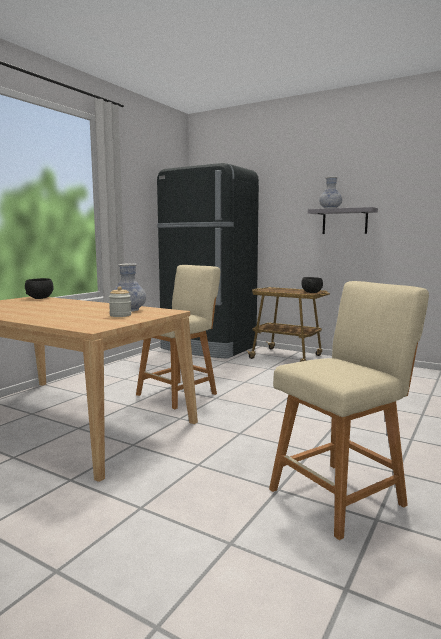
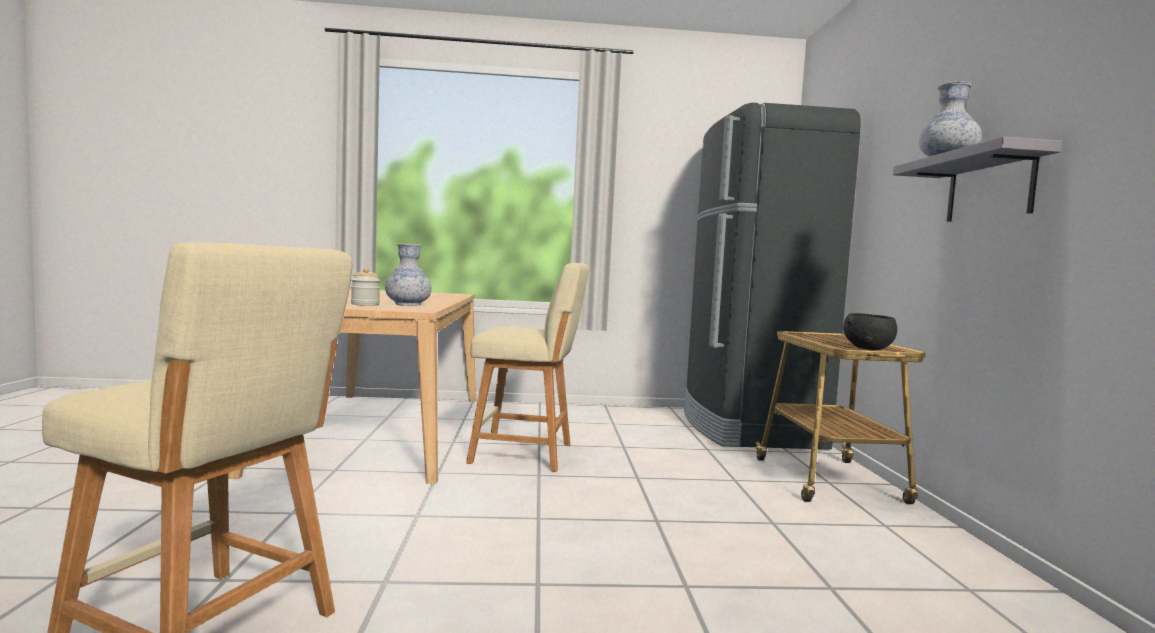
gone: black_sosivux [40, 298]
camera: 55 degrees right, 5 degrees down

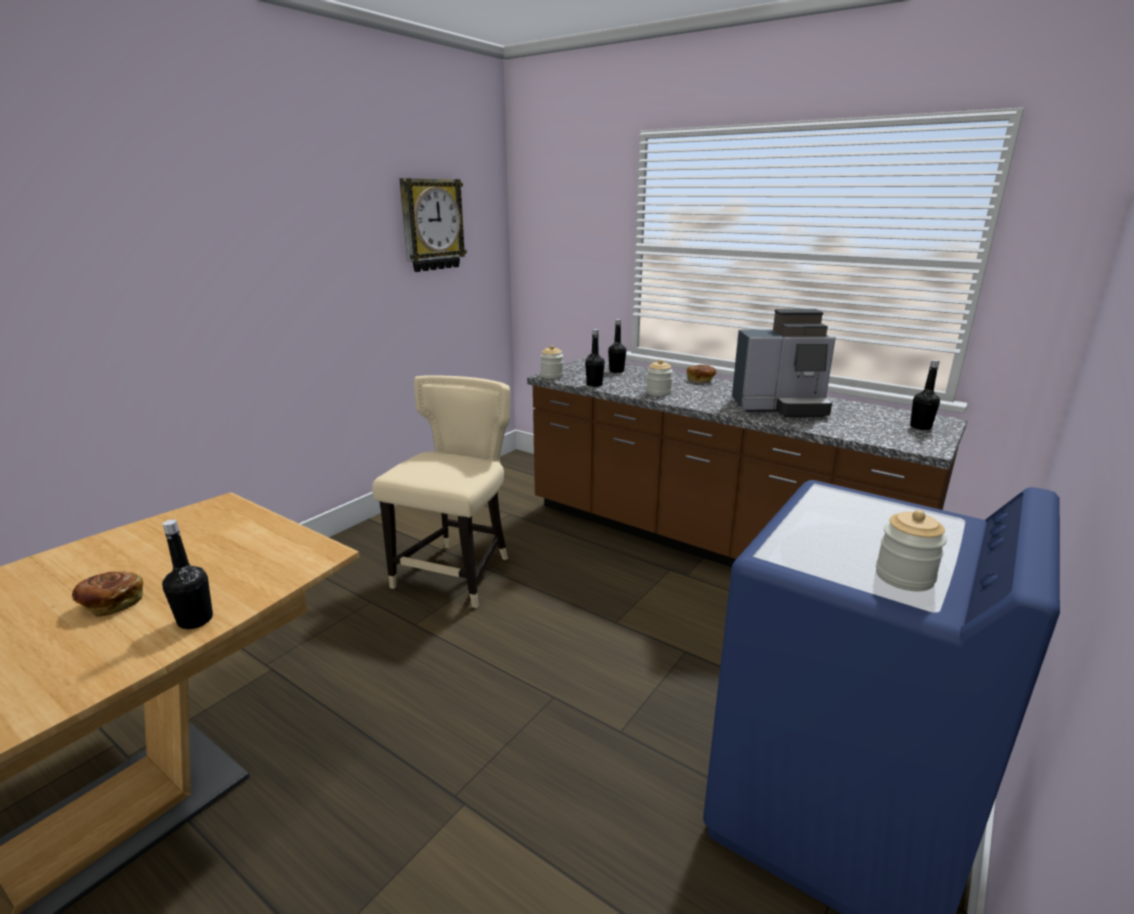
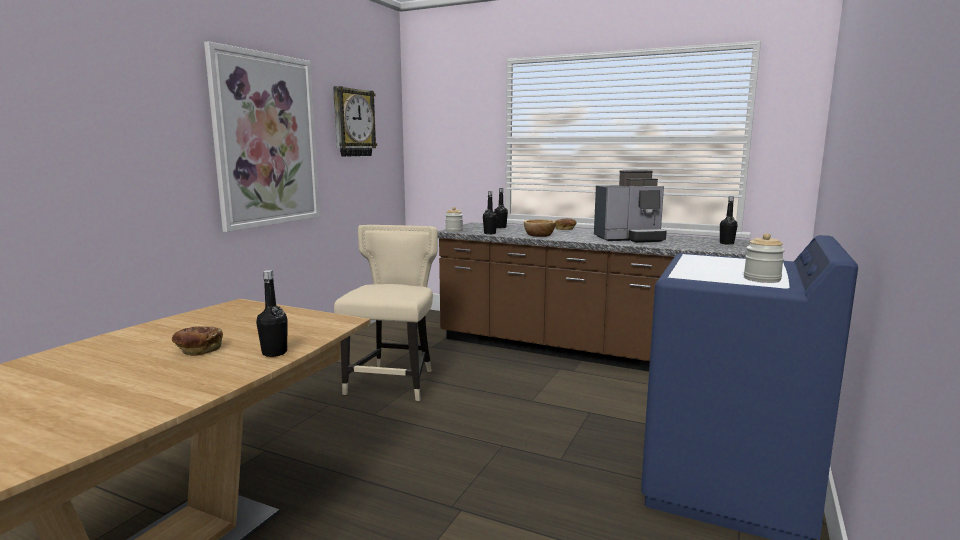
new: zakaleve [266, 140]
swapped: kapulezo [658, 392] to sosivux [539, 235]
camera: 10 degrees left, 10 degrees down

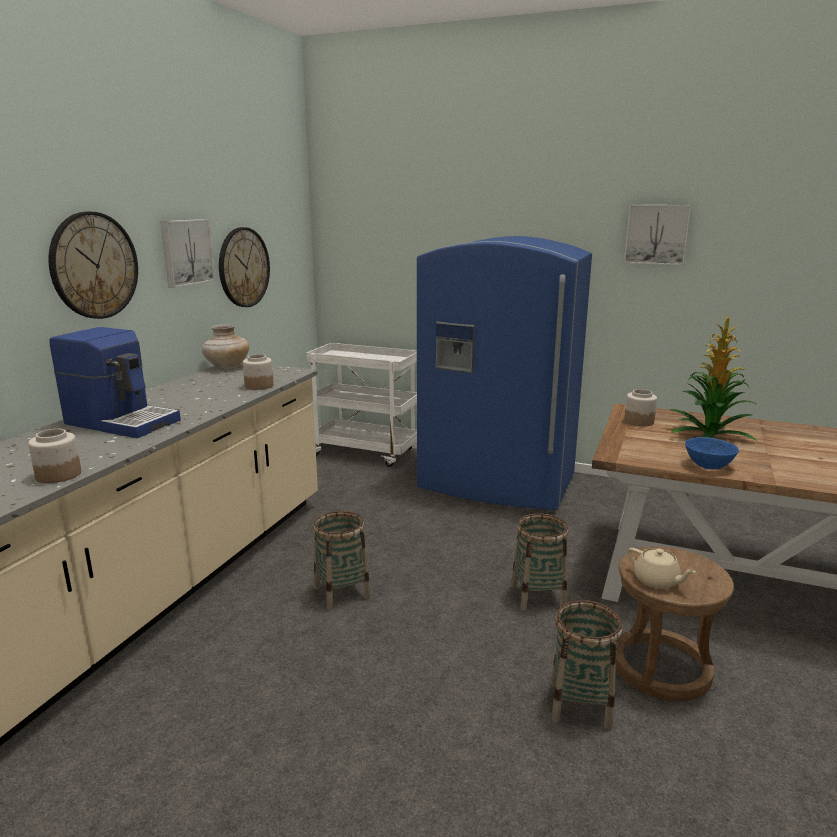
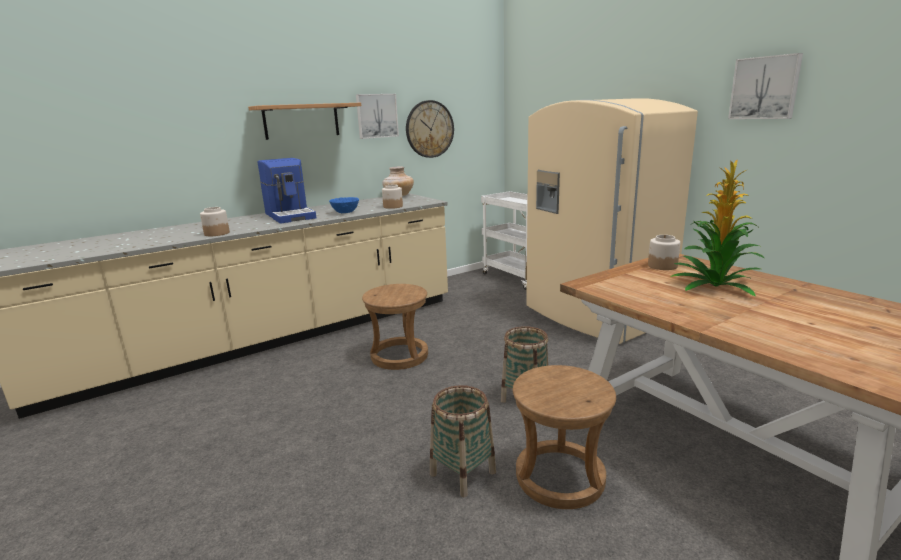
gone: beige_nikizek [657, 581]
shifted: blue_sosivux [708, 466] to [345, 212]
swapped: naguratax [94, 265] to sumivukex [301, 121]; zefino [342, 592] to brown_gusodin [399, 355]
repainted: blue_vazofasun [496, 483] to beige_vazofasun [594, 316]
camera: 35 degrees right, 0 degrees up

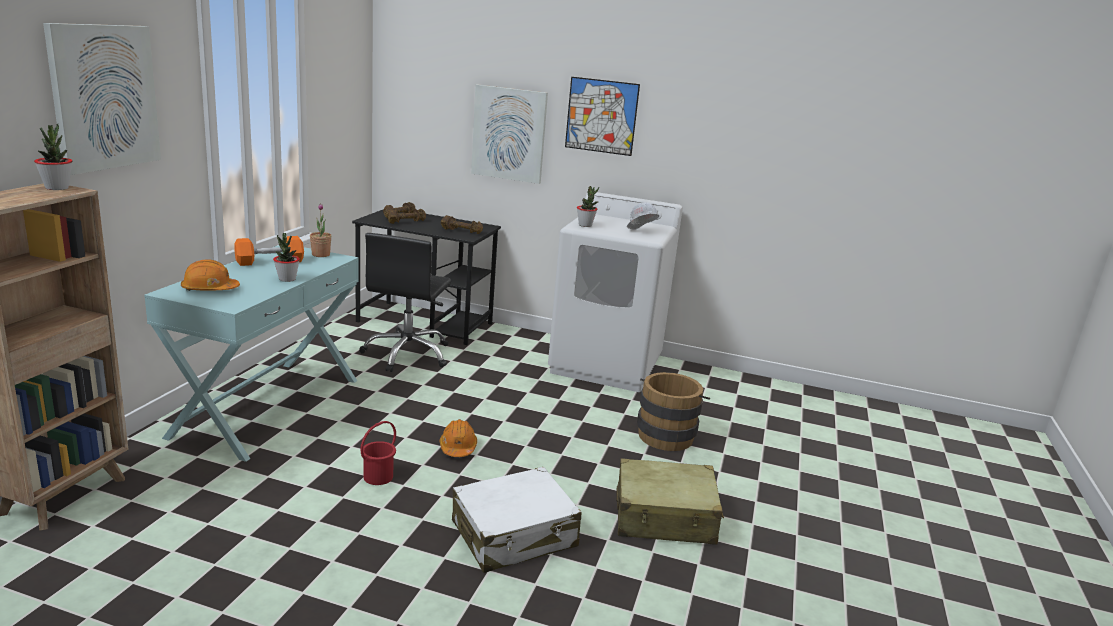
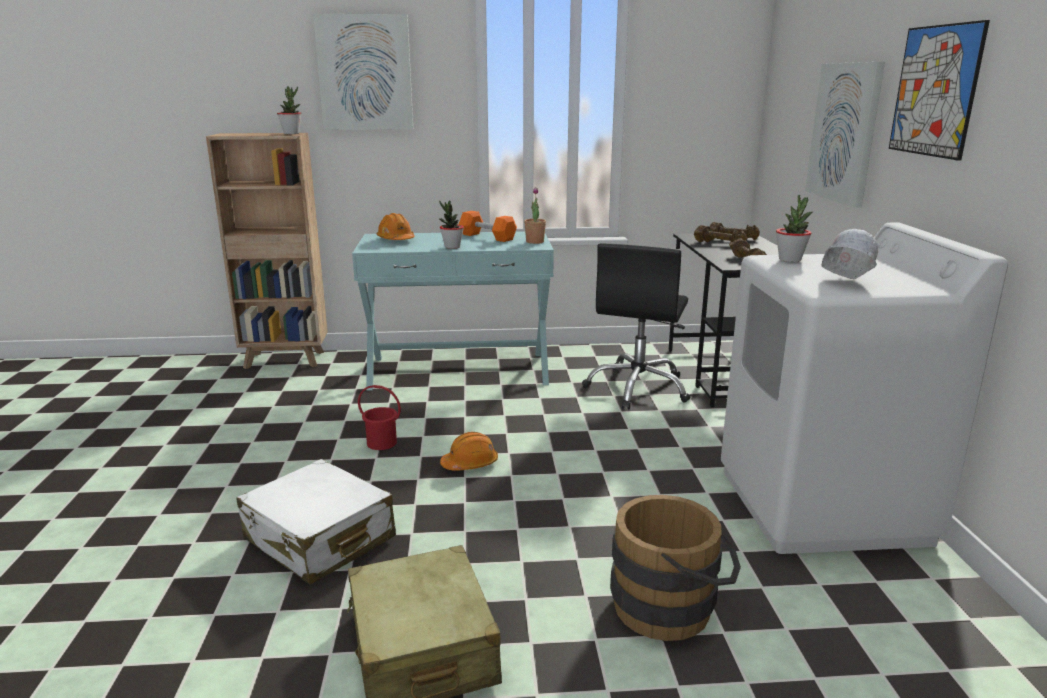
rotated: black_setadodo [407, 354] = [638, 388] 60 degrees counterclockwise
camera: 70 degrees right, 0 degrees up

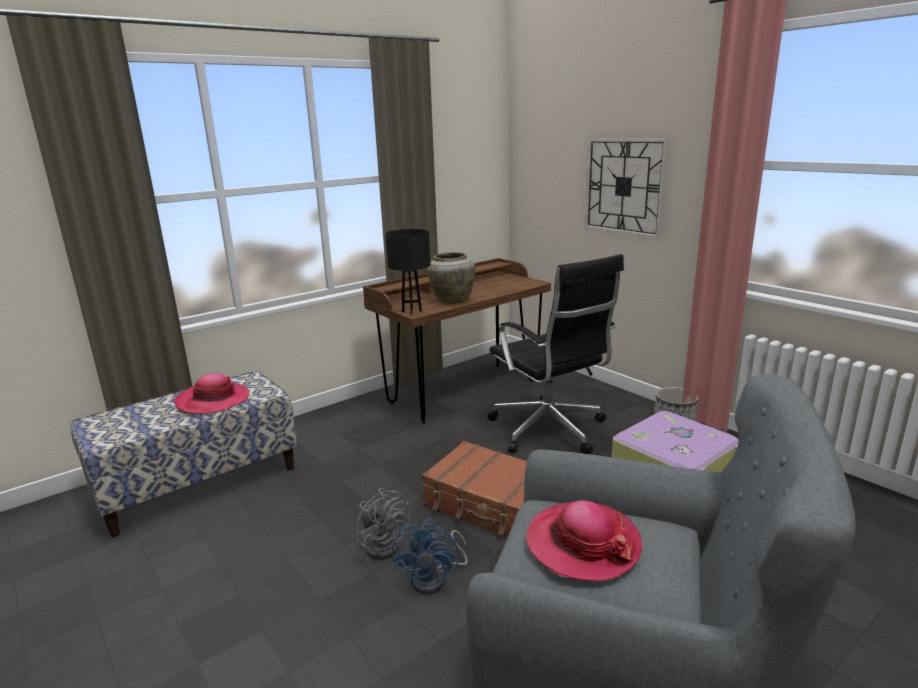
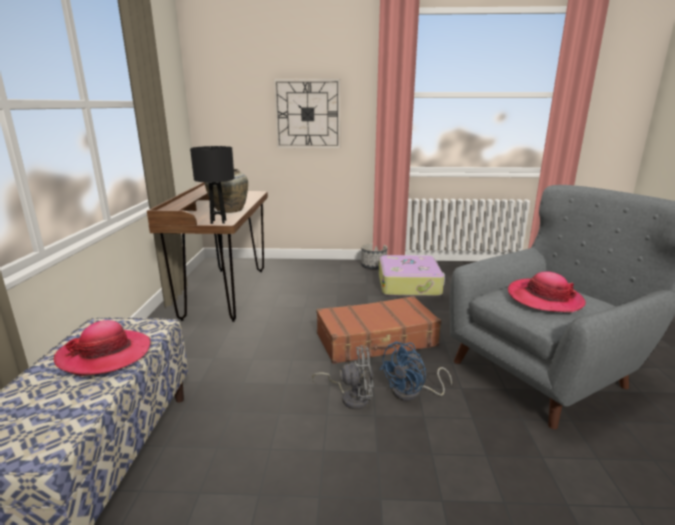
gone: black_setadodo [549, 431]
rotated: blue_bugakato [435, 578] = [412, 393] 90 degrees clockwise
camera: 50 degrees left, 0 degrees up

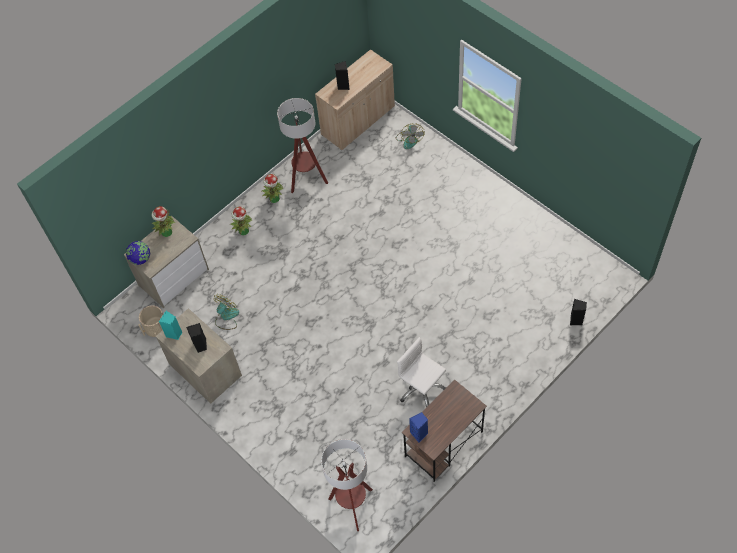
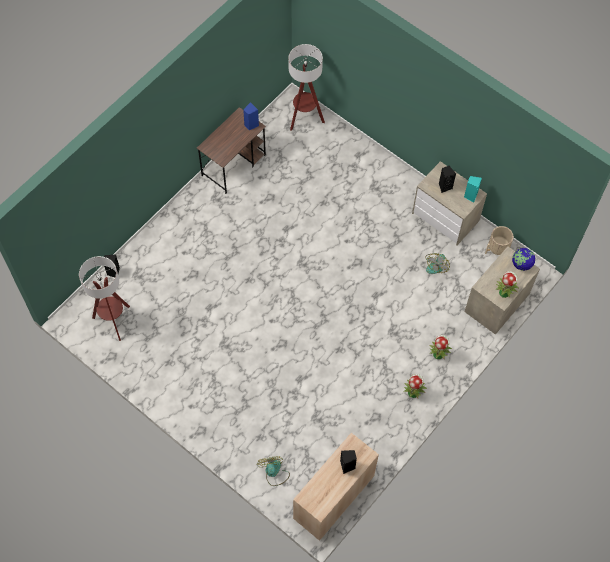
gone: white_setadodo [421, 389]
shifted: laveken [307, 179] to [114, 321]
camera: 170 degrees right, 5 degrees up

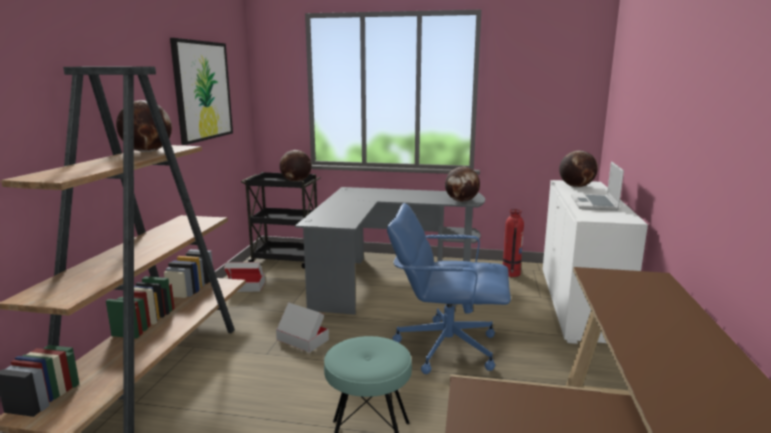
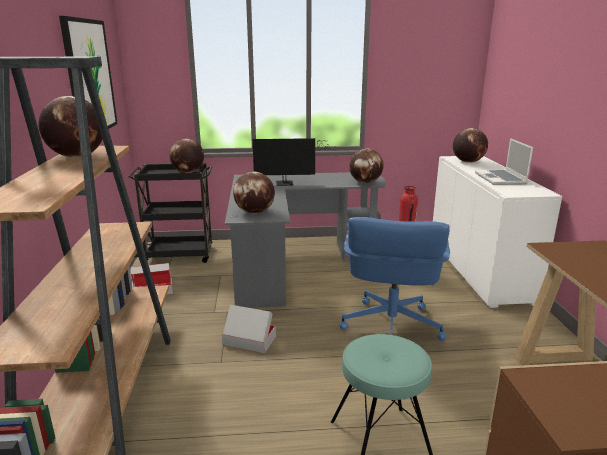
new: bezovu [254, 212]; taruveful [287, 183]
rotated: blue_setadodo [446, 347] = [390, 327] 75 degrees counterclockwise
camera: 15 degrees left, 5 degrees up

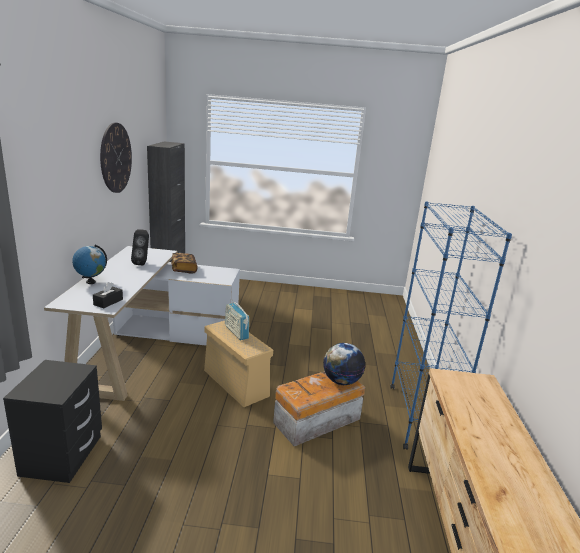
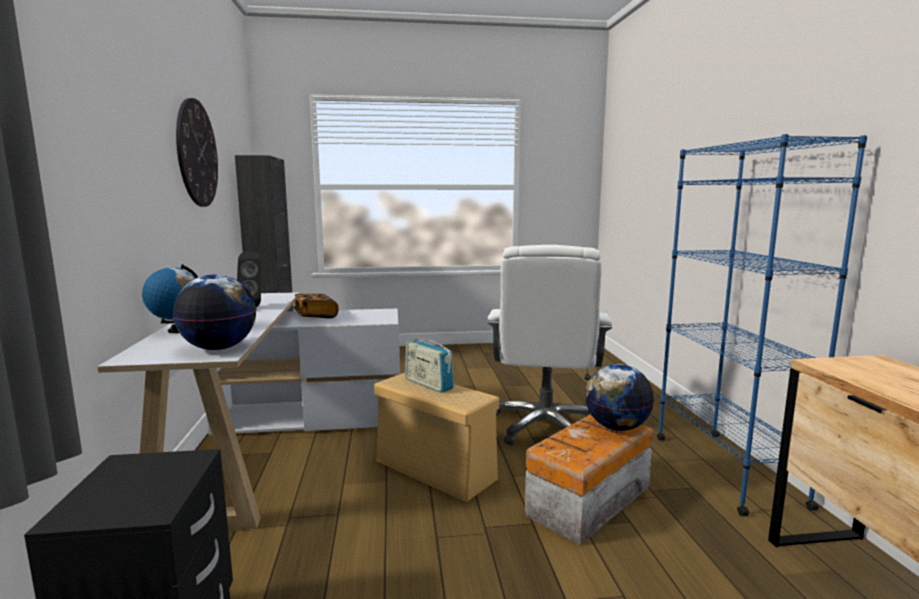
new: white_setadodo [545, 426]
swapped: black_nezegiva [108, 302] to bezovu [219, 348]
camera: 10 degrees left, 10 degrees down

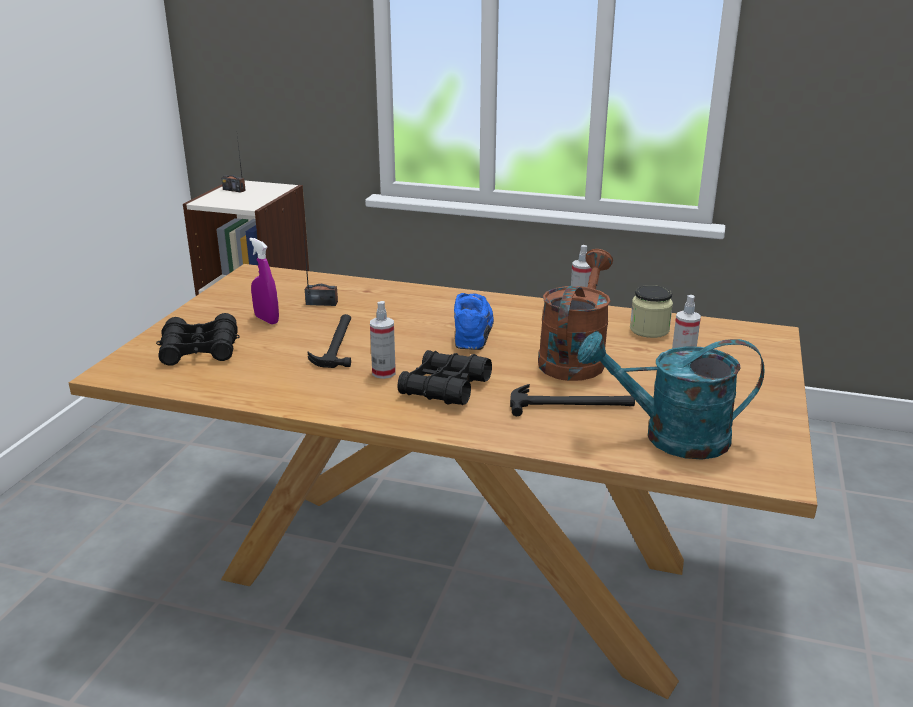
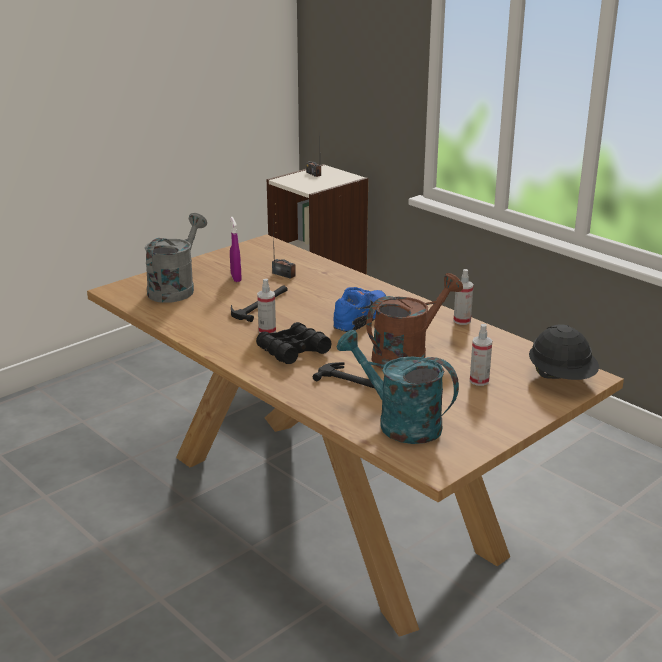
gone: kapulezo [649, 330]
new: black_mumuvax [561, 378]
swapped: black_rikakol [200, 350] to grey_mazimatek [175, 288]
camera: 30 degrees right, 0 degrees up

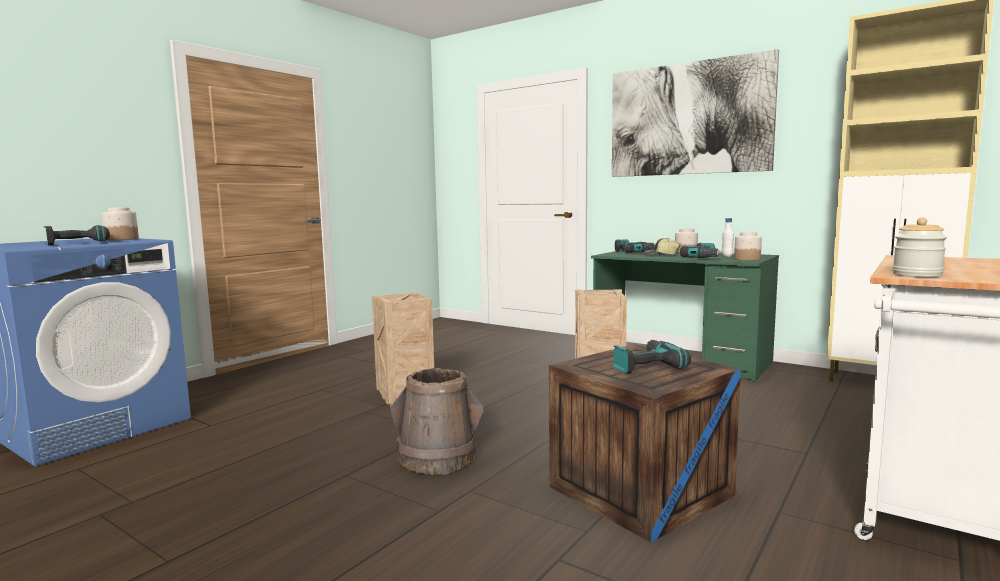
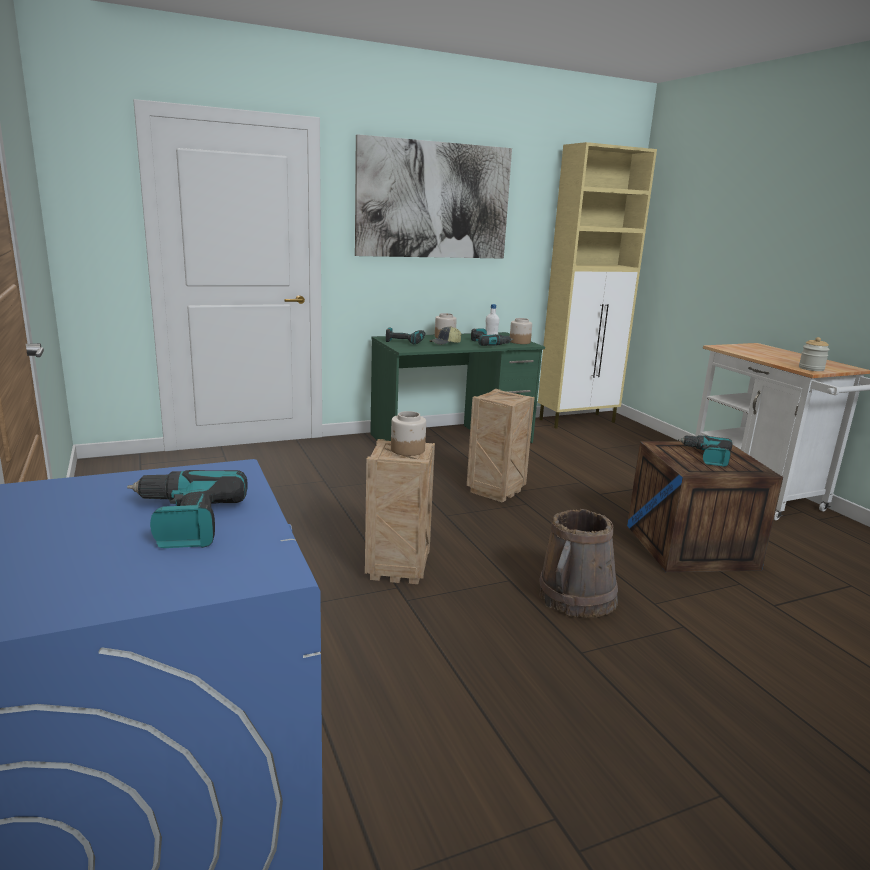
shifted: kapulezo [121, 239] to [407, 450]
camera: 60 degrees left, 10 degrees up

